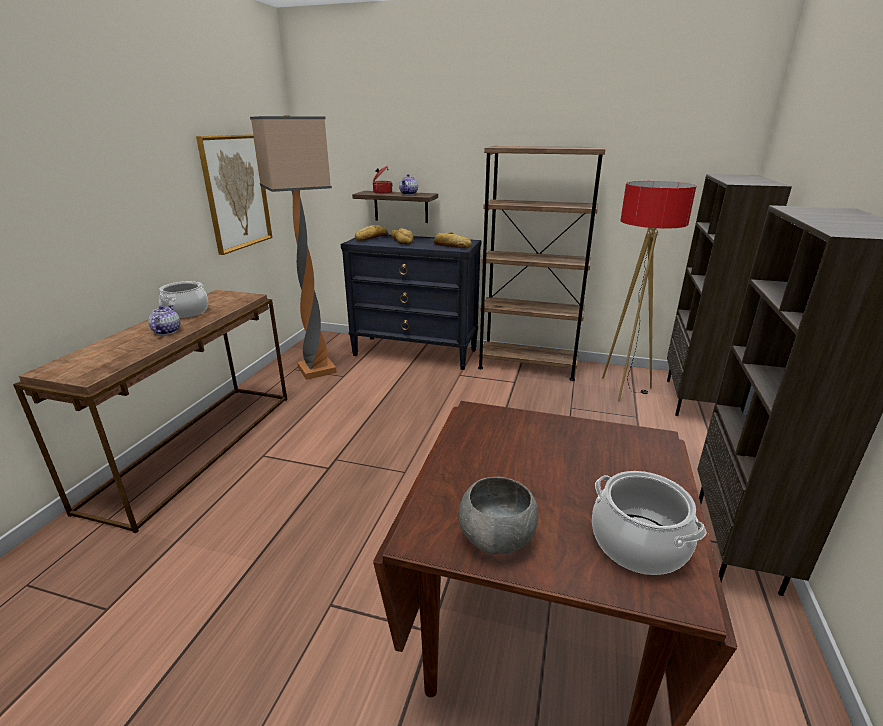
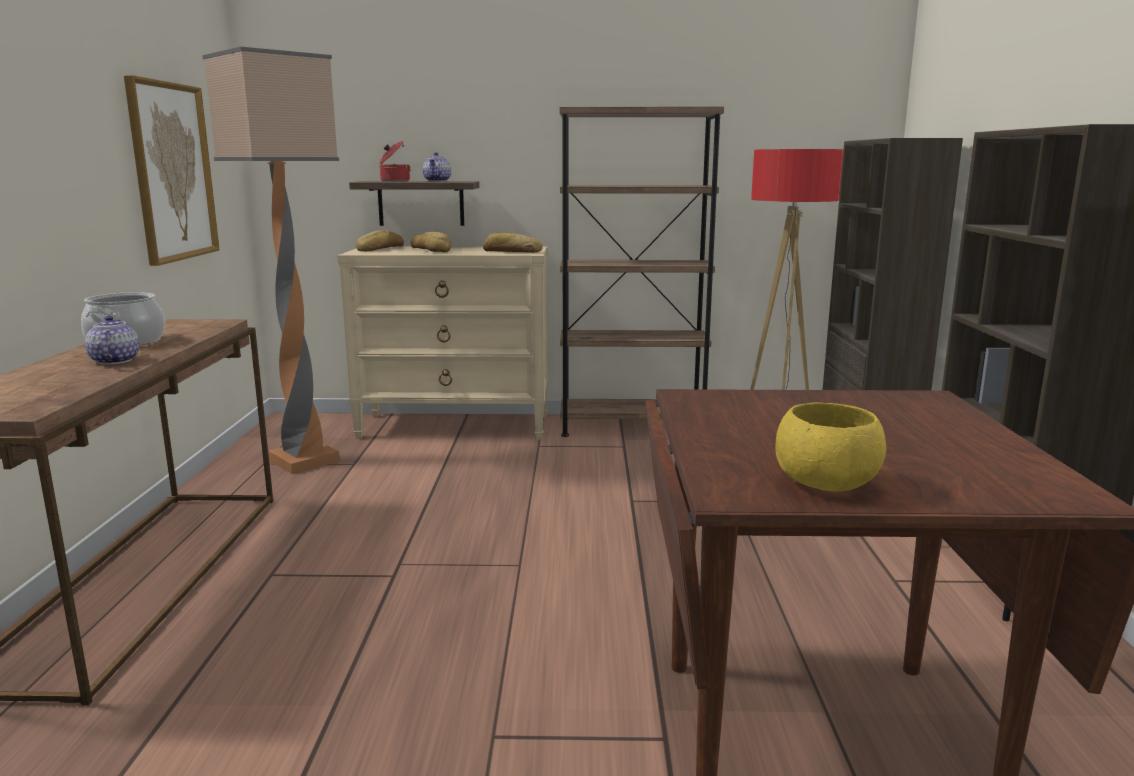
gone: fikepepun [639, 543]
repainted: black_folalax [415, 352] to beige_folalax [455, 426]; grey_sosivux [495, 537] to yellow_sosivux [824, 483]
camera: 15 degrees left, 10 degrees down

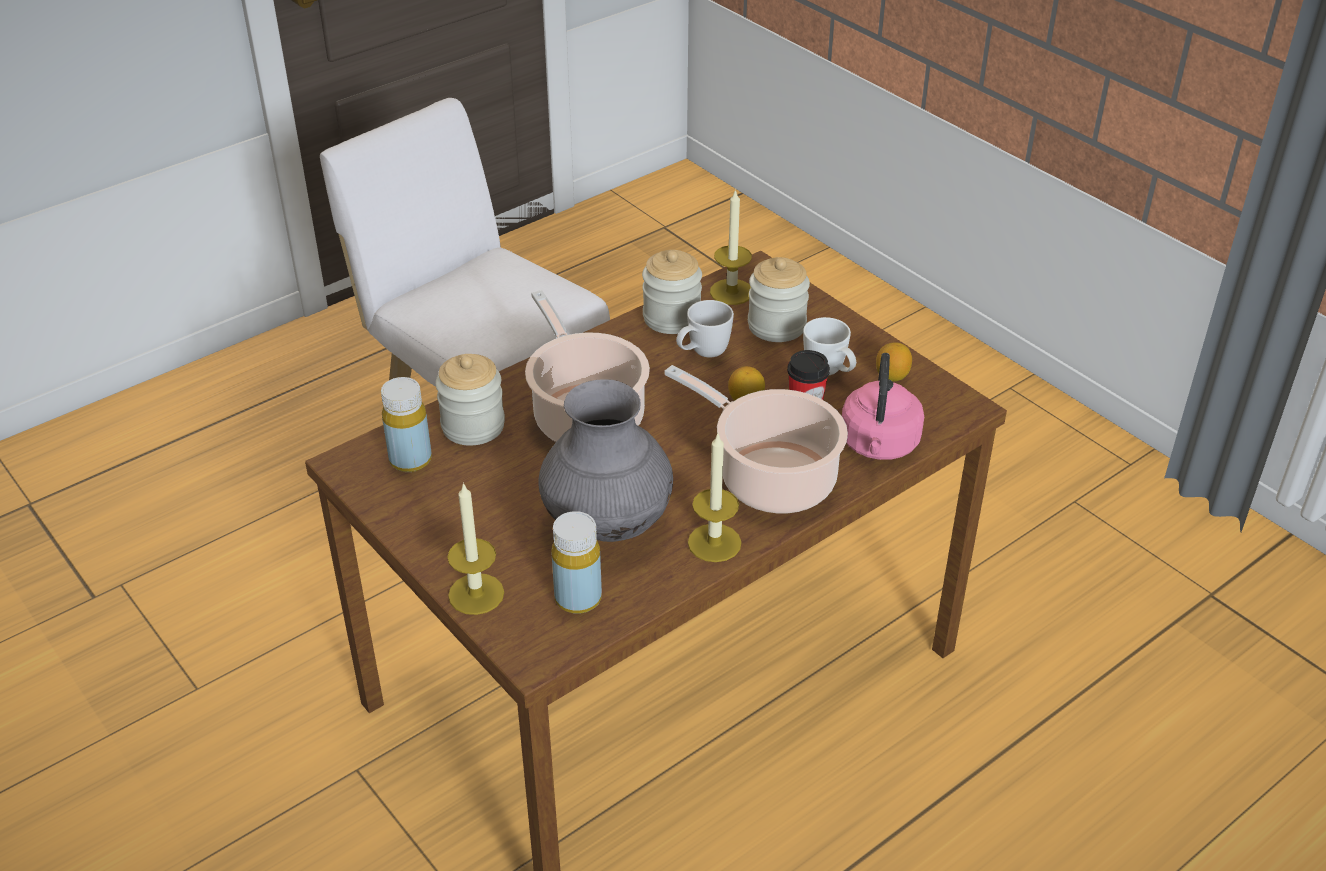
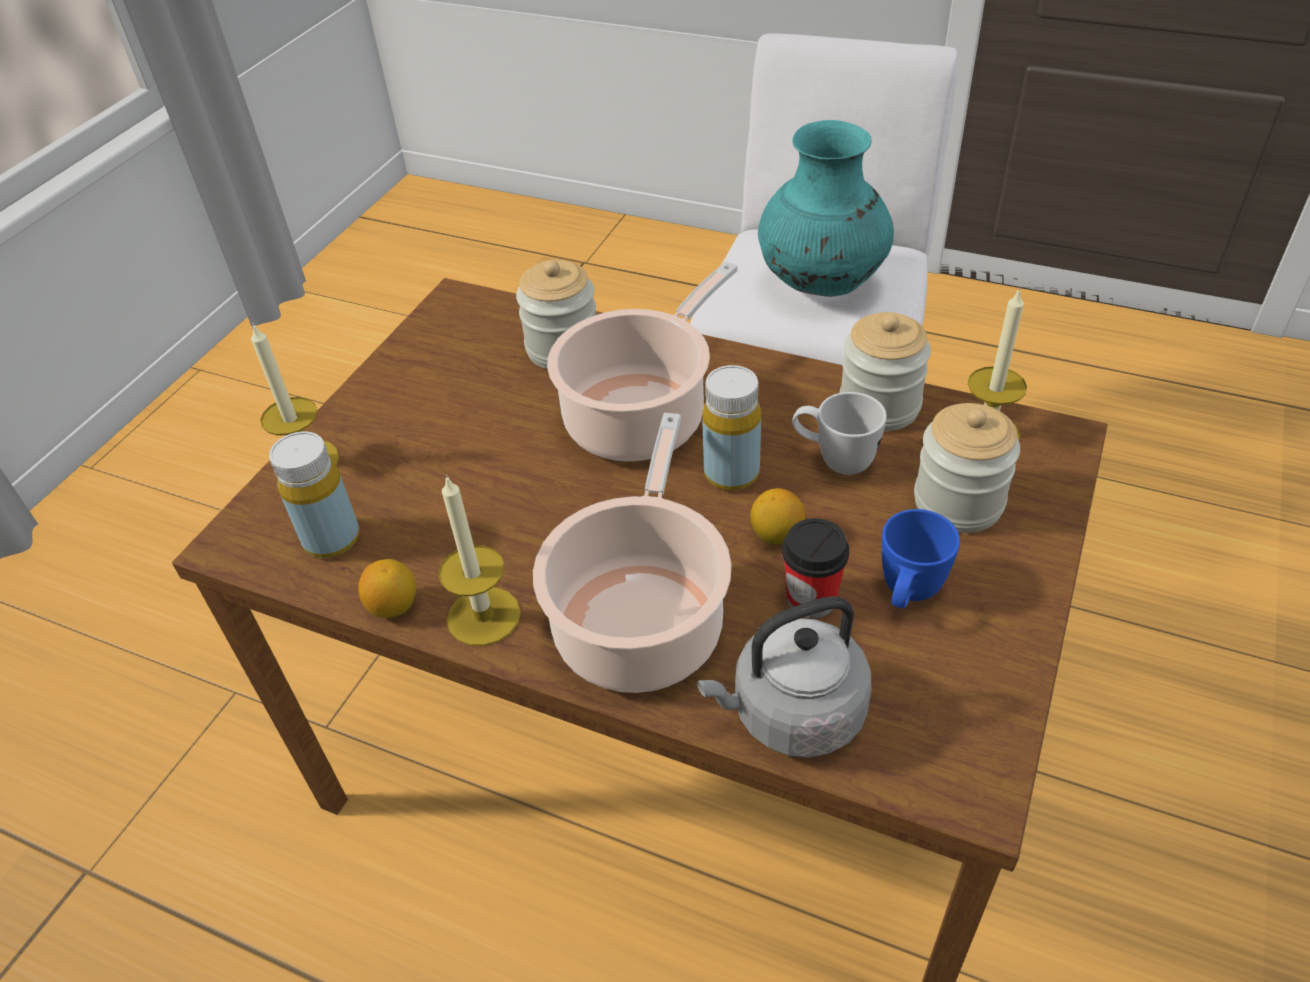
gone: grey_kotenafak [608, 525]
new: turquoise_kotenafak [821, 285]
shifted: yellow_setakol [410, 460] to [731, 473]; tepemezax [892, 376] to [394, 606]
repainted: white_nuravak [829, 373] to blue_nuravak [907, 595]; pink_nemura [879, 446] to grey_nemura [791, 714]
camera: 65 degrees right, 5 degrees up

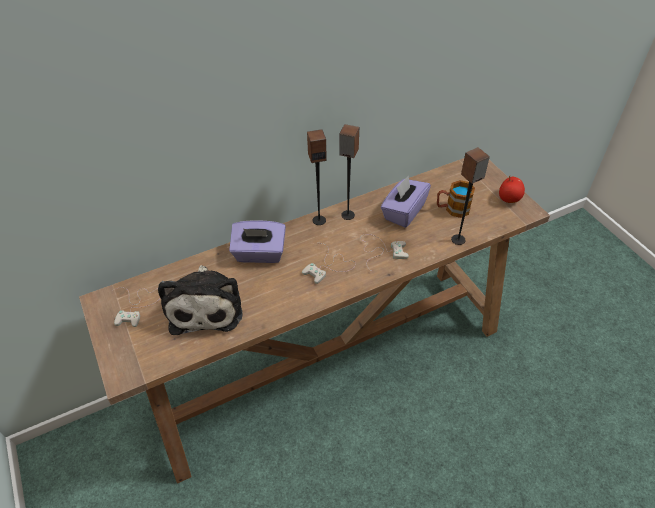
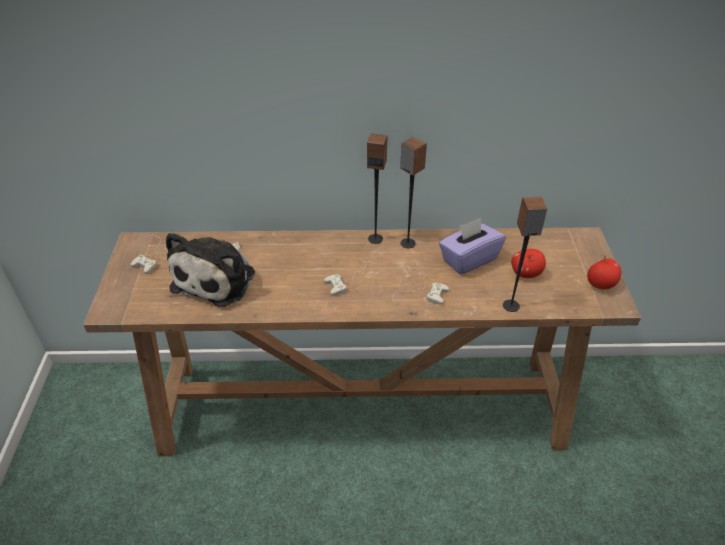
gone: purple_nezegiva [259, 254]
swapped: nuravak [452, 209] to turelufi [525, 273]
camera: 25 degrees right, 5 degrees down

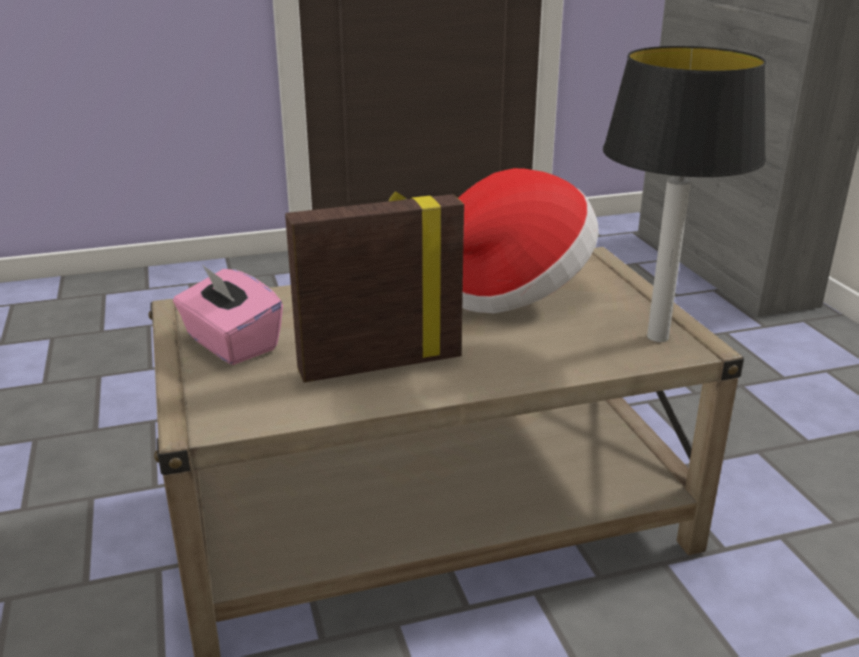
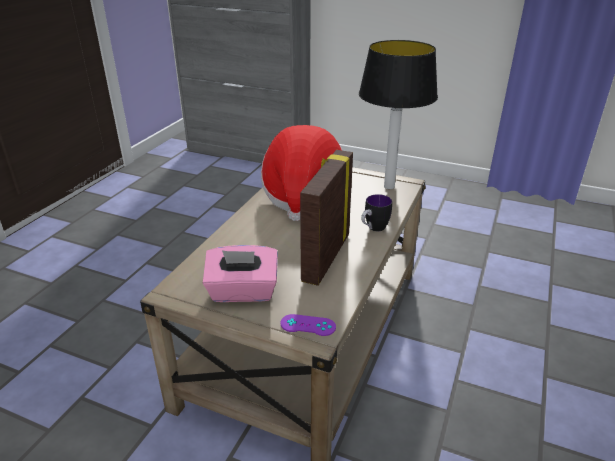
new: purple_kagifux [308, 325]; nuravak [373, 229]
camera: 50 degrees left, 5 degrees up

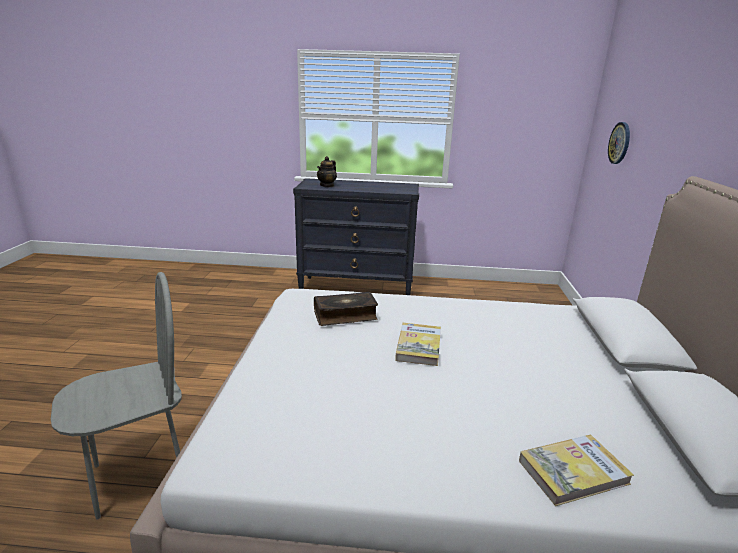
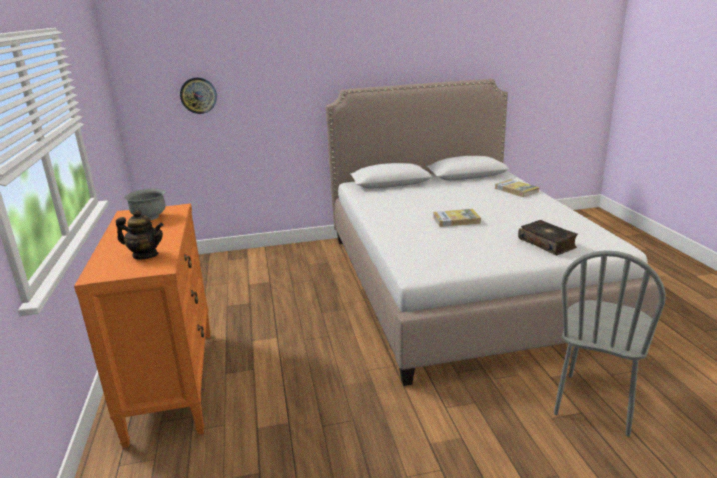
new: grey_sosivux [149, 217]
shifted: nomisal [345, 315] to [547, 243]
repainted: black_folalax [357, 289] to orange_folalax [172, 383]
rotated: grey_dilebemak [140, 476] = [595, 403] 105 degrees counterclockwise
camera: 105 degrees left, 0 degrees up

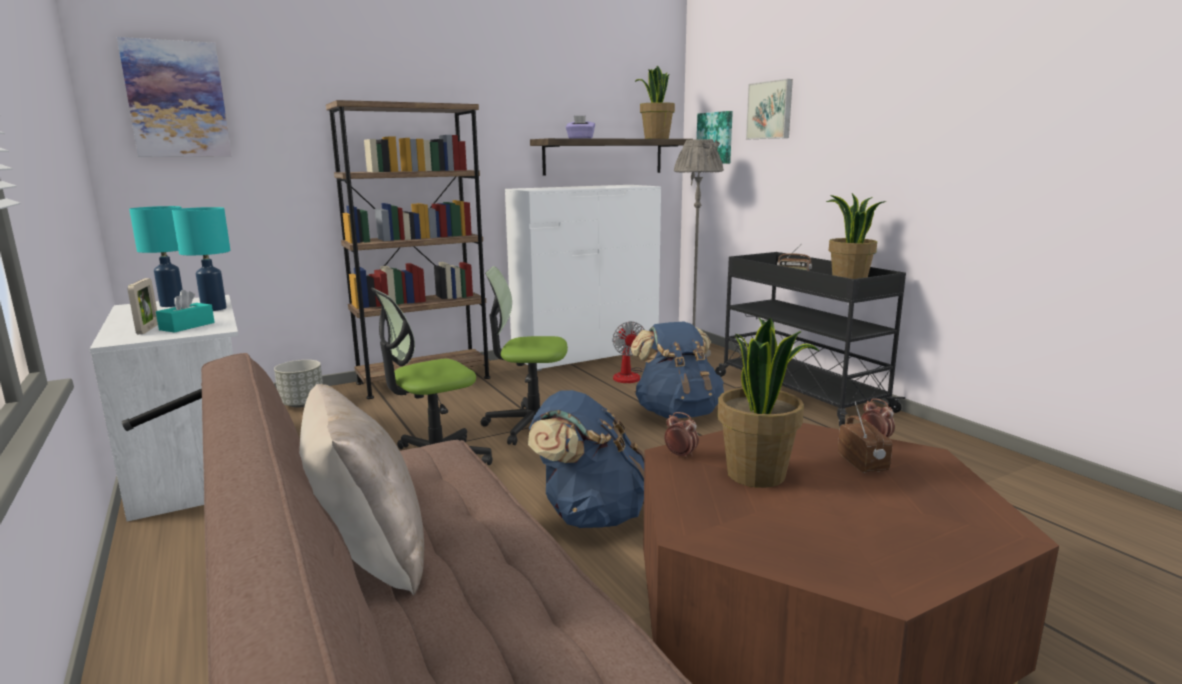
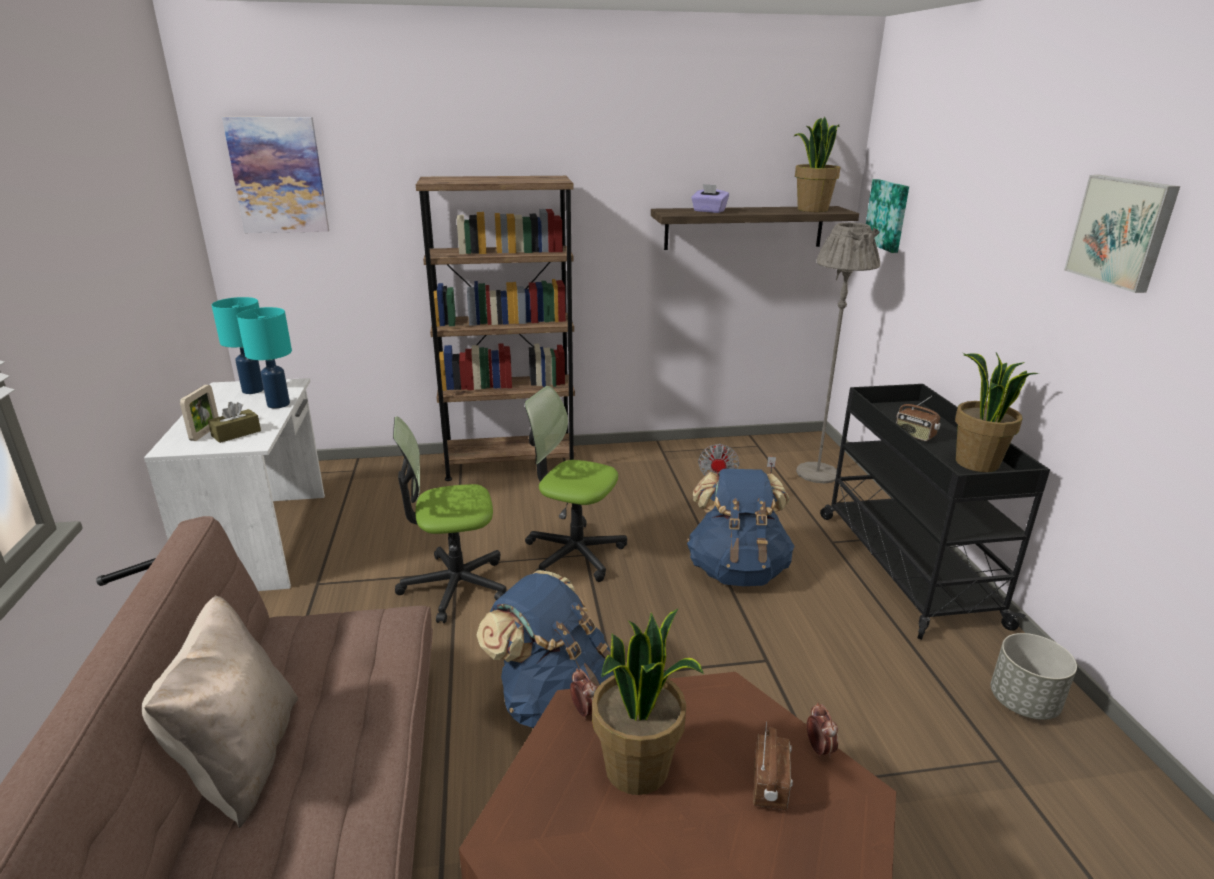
gone: white_folalax [585, 354]
shifted: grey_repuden [302, 404] to [1023, 702]; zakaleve [770, 110] to [1122, 231]
repainted: turquoise_nezegiva [187, 326] to brown_nezegiva [236, 433]
camera: 20 degrees right, 10 degrees up

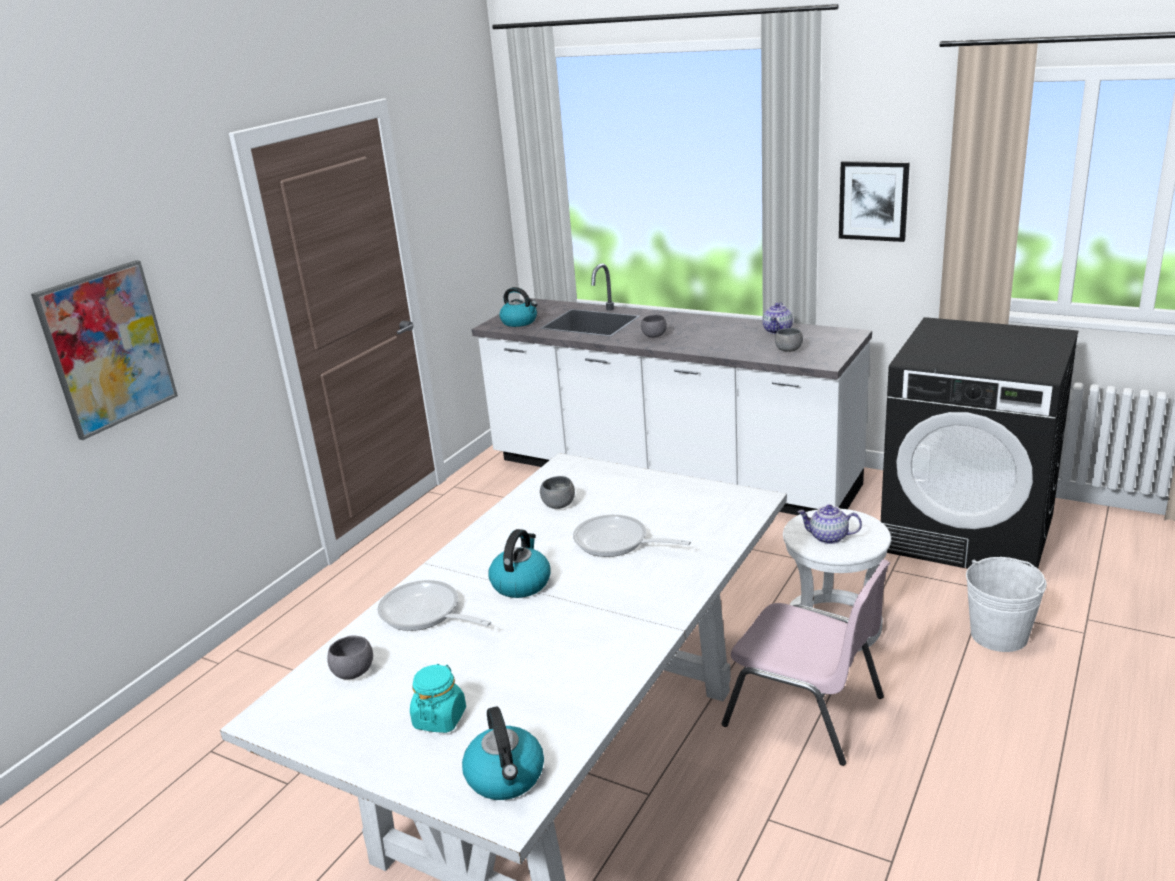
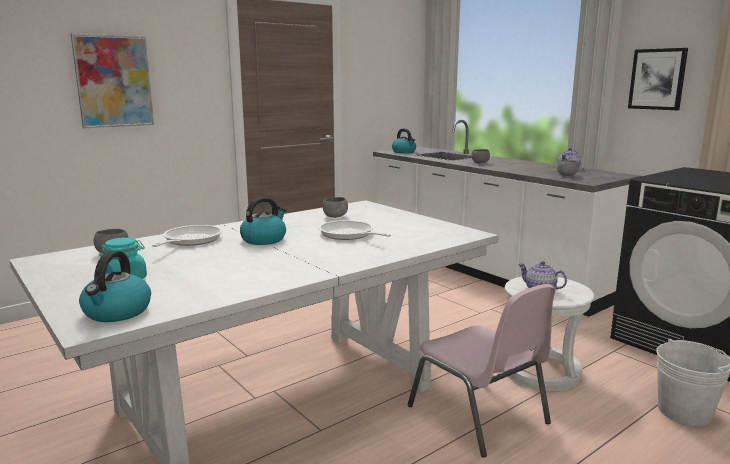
rotated: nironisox [425, 614] = [189, 240] 45 degrees clockwise
camera: 20 degrees right, 10 degrees down

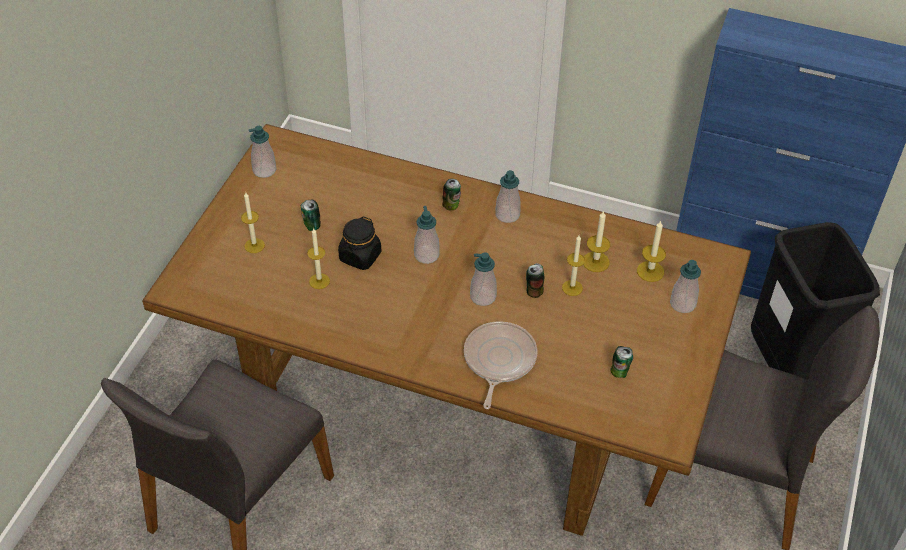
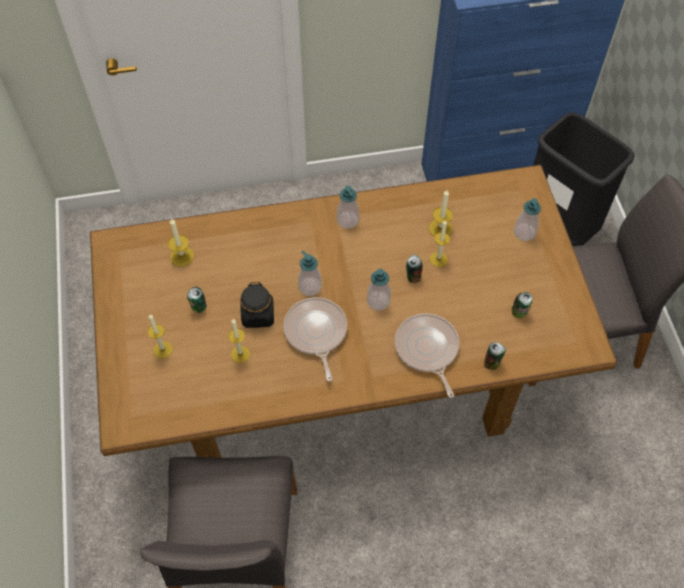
gone: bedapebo [264, 170]
new: nironisox [316, 333]
shifted: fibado [451, 205] to [492, 363]; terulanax [650, 271] to [182, 256]
camera: 30 degrees left, 10 degrees up

